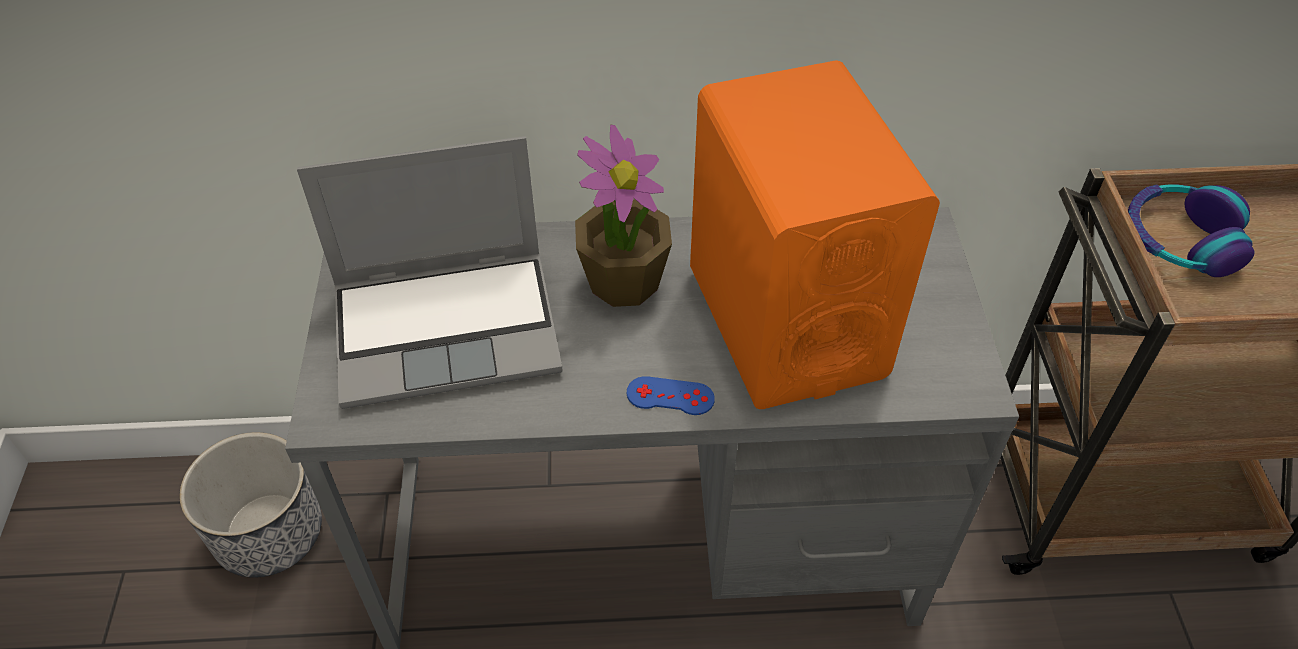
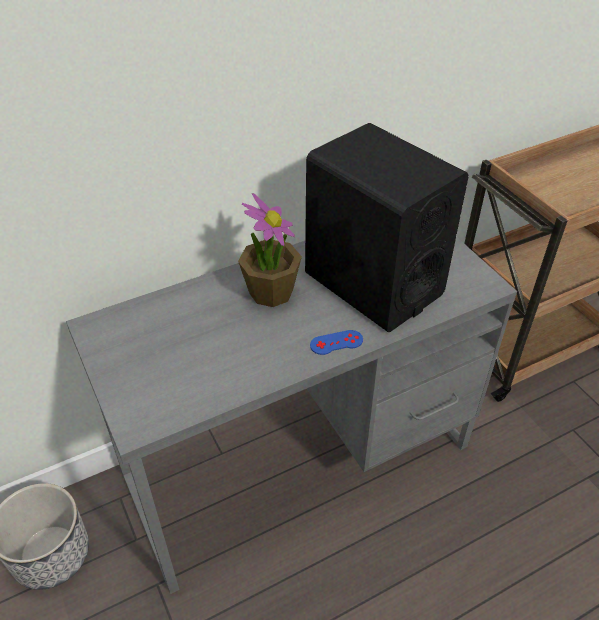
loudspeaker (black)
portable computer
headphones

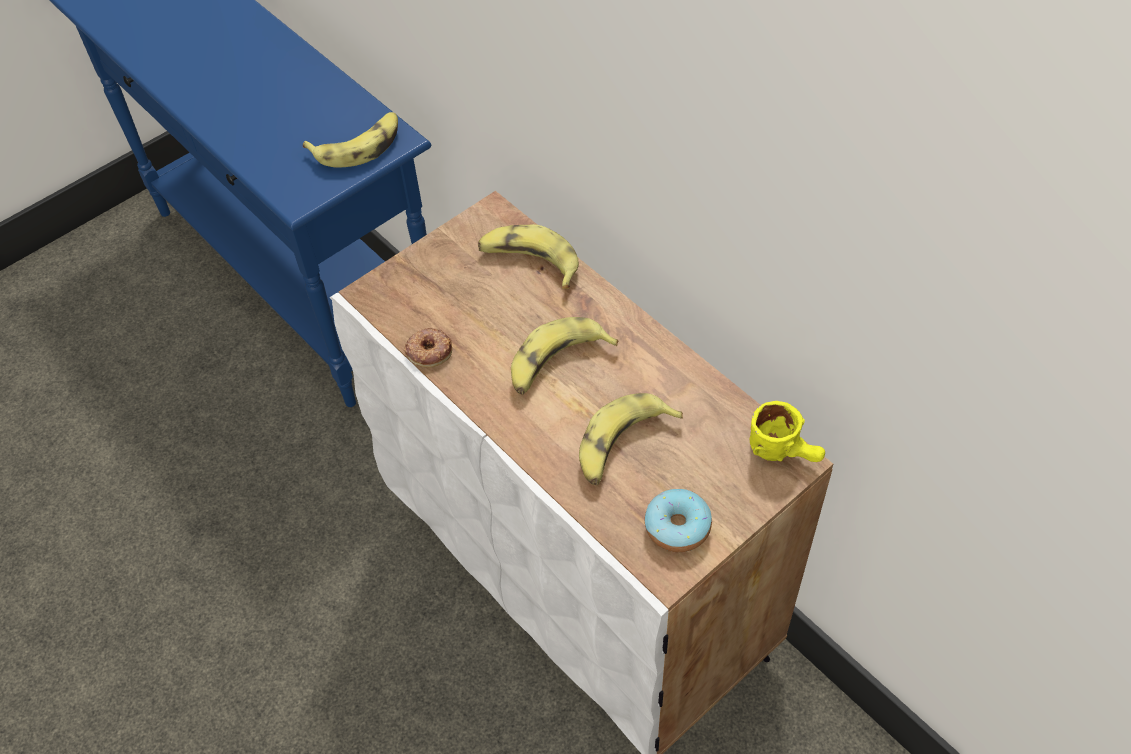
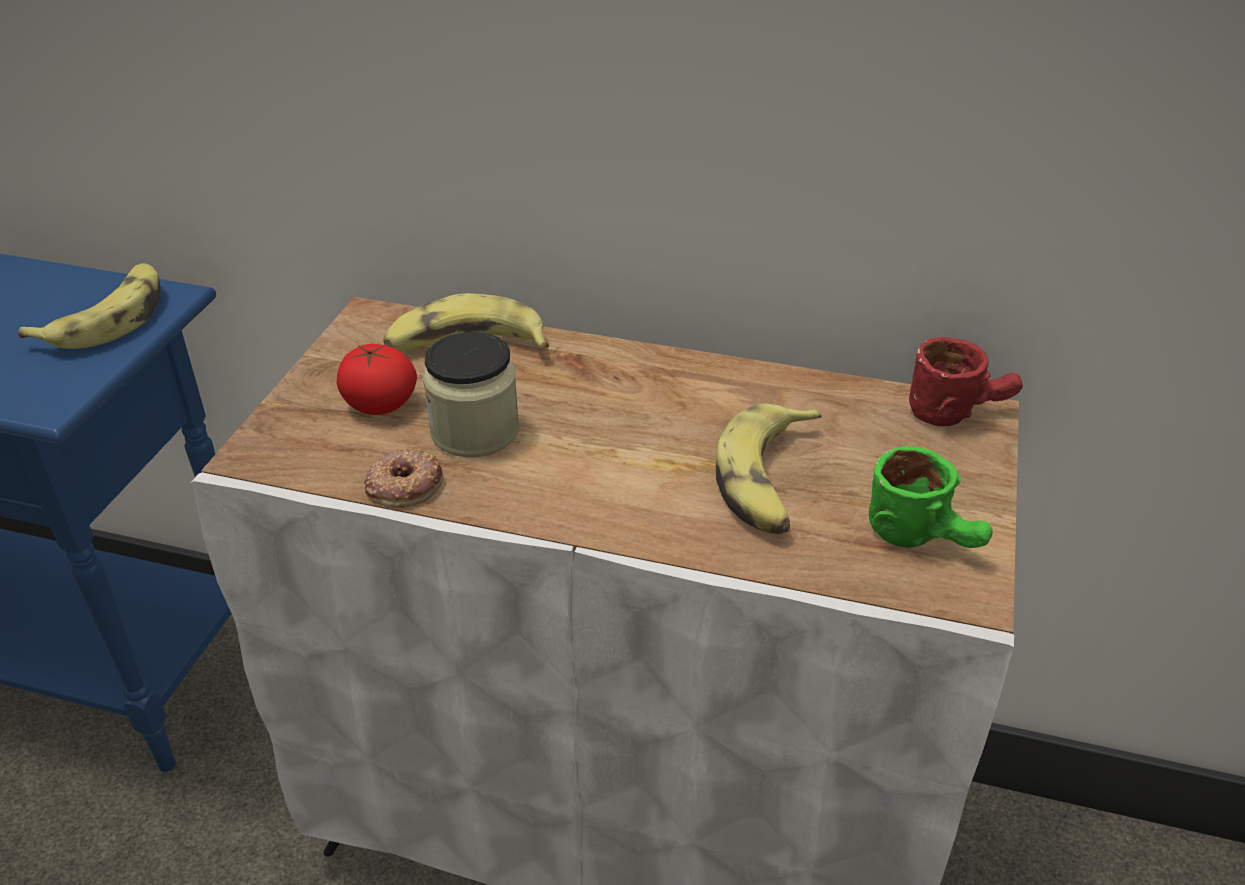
whole banana (3rd from left in the first image)
coffee mug (red)
coffee mug (green)
jar
whole tomato

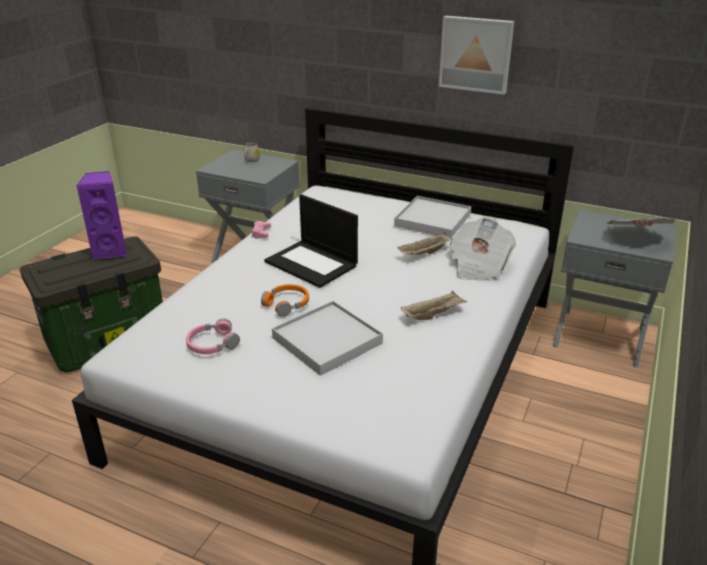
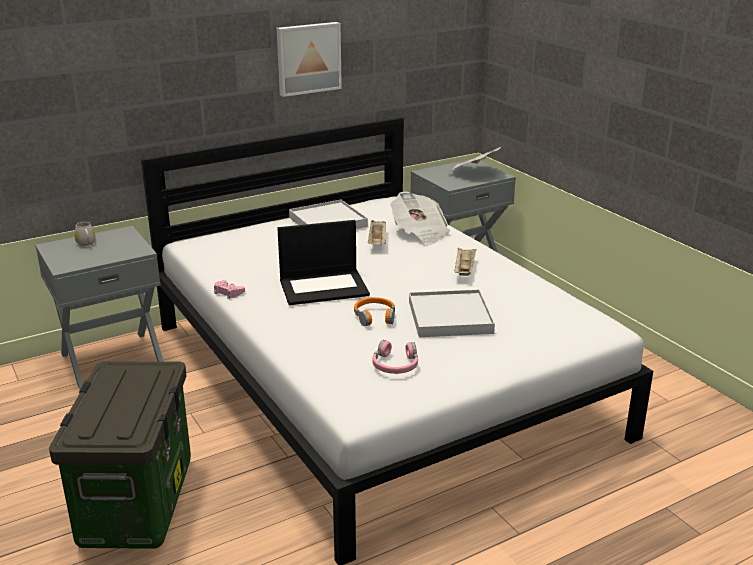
loudspeaker (purple)

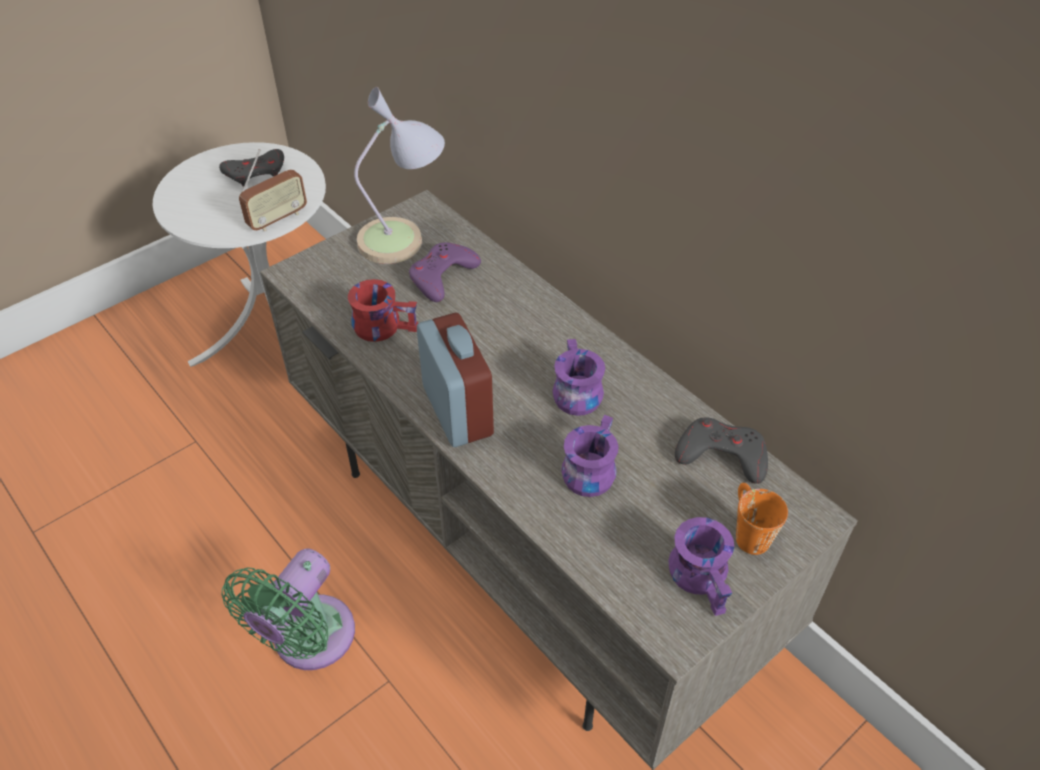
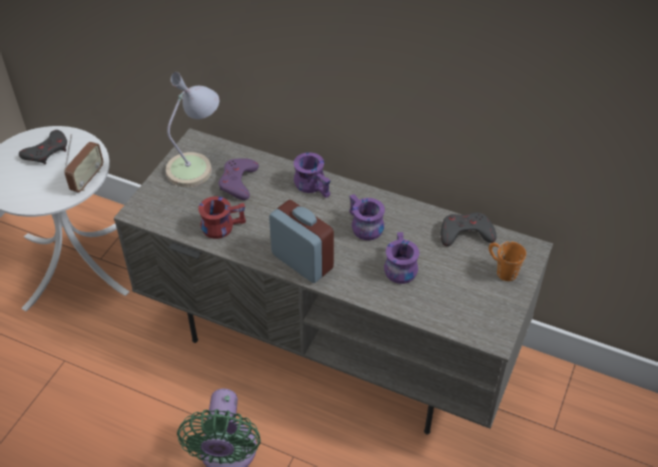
coffee mug (purple) (1st from left)

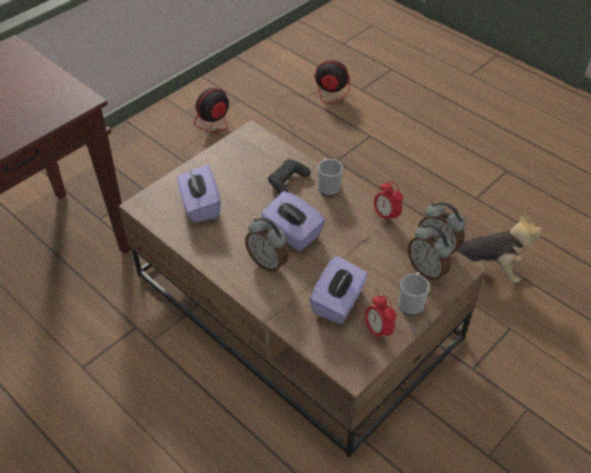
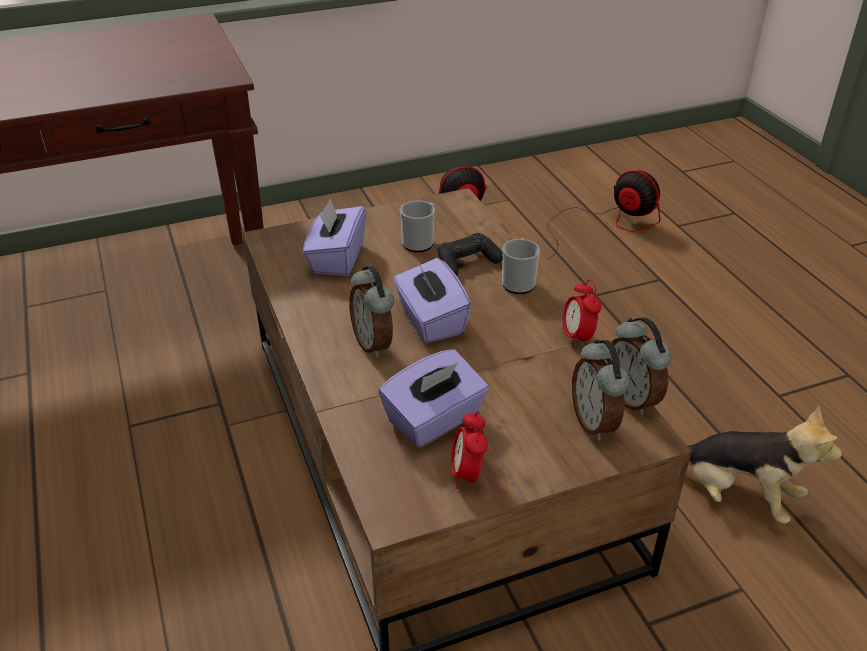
coffee mug (1st from left)

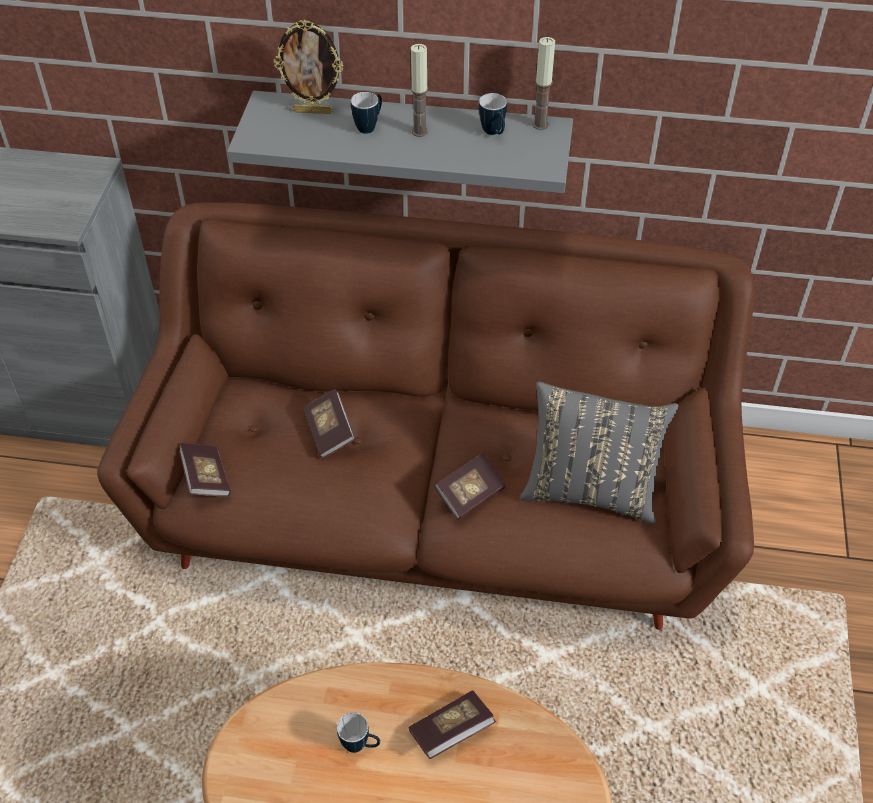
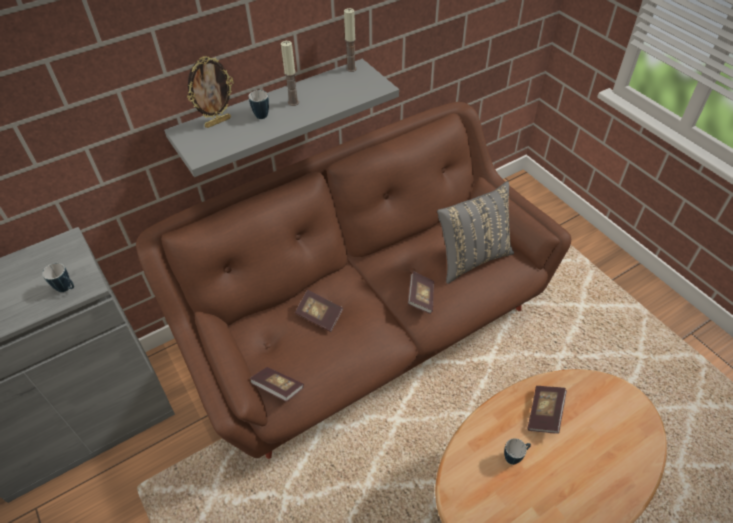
coffee mug (1st from left)

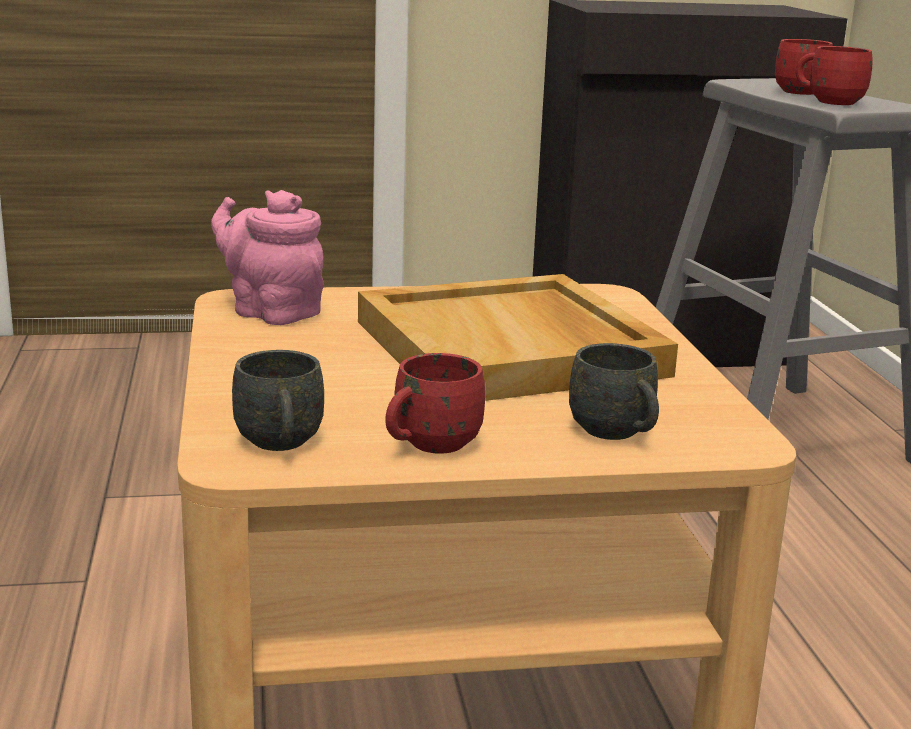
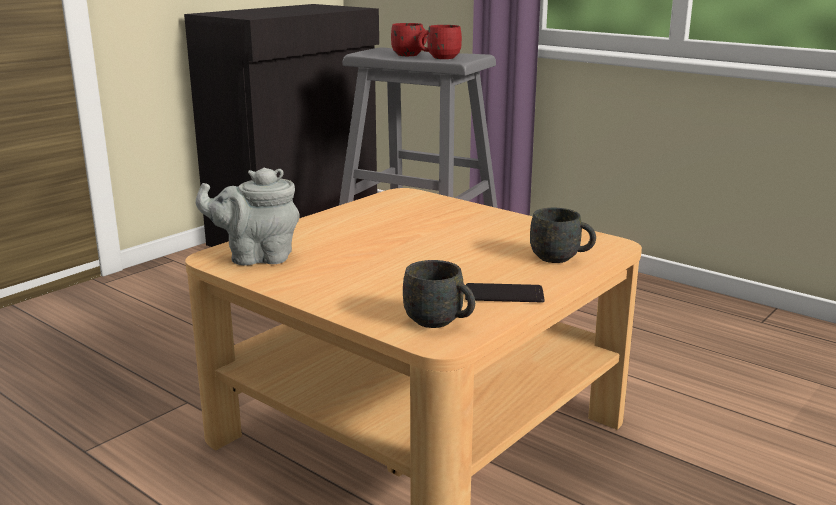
teapot (gray)
serving tray (beige-coloured)
telephone

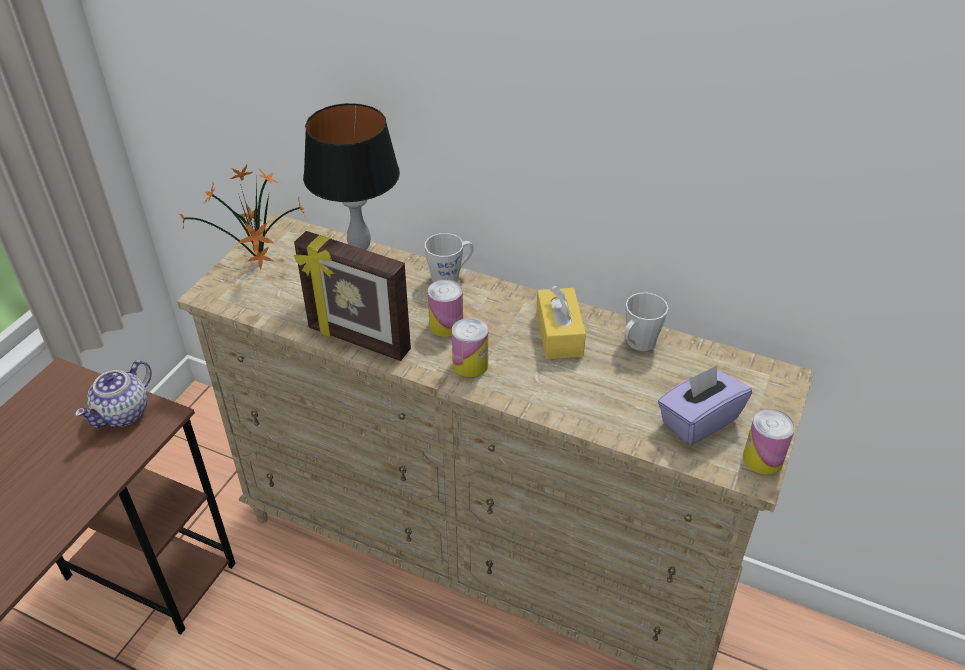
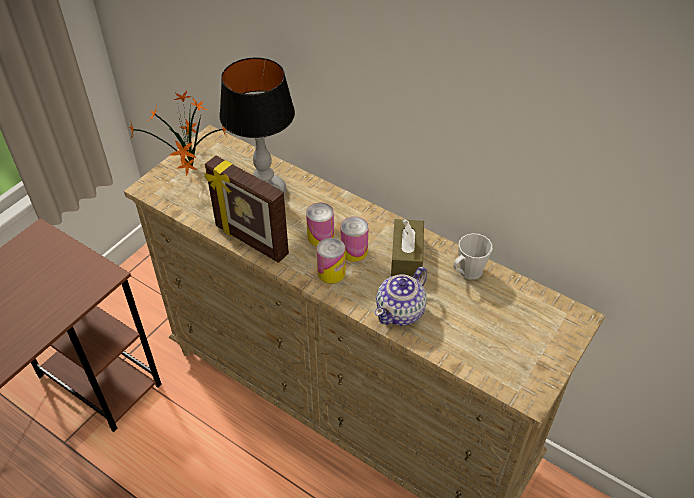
coffee mug (gray) (1st from left in the first image)
tissue box (brown-coloured)
teapot
tissue box (purple)
sealed can (3rd from left)

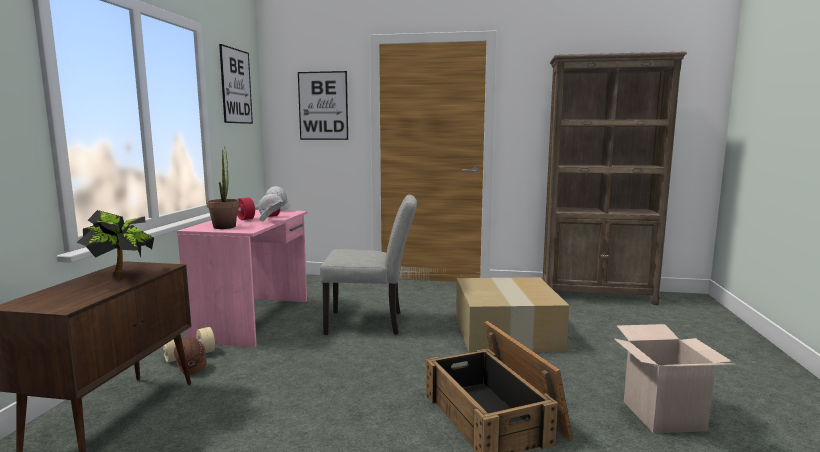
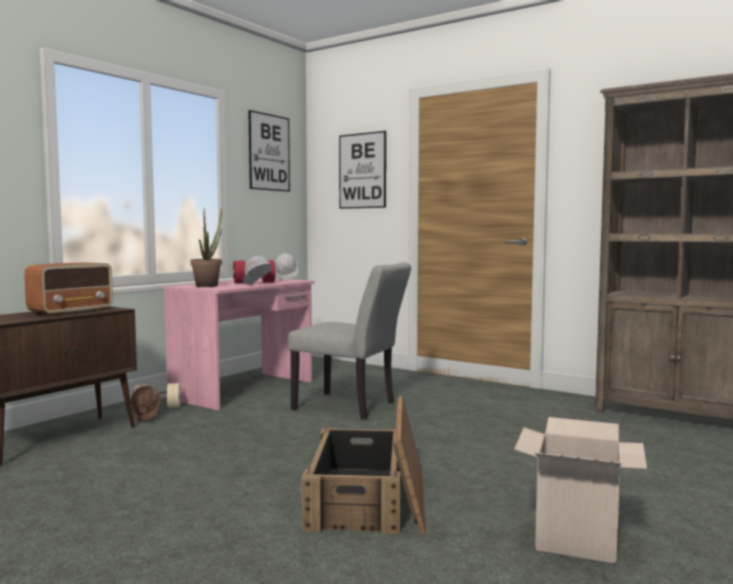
radio
cardboard box (1st from left in the first image)

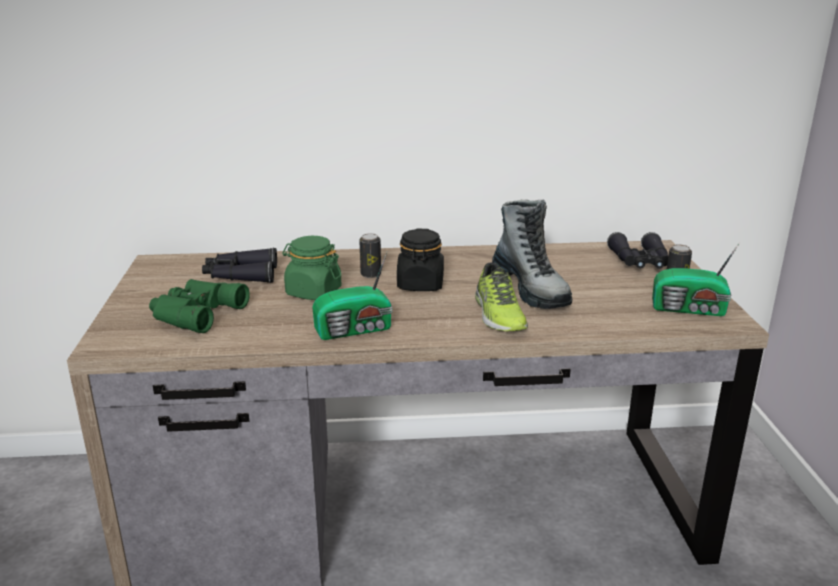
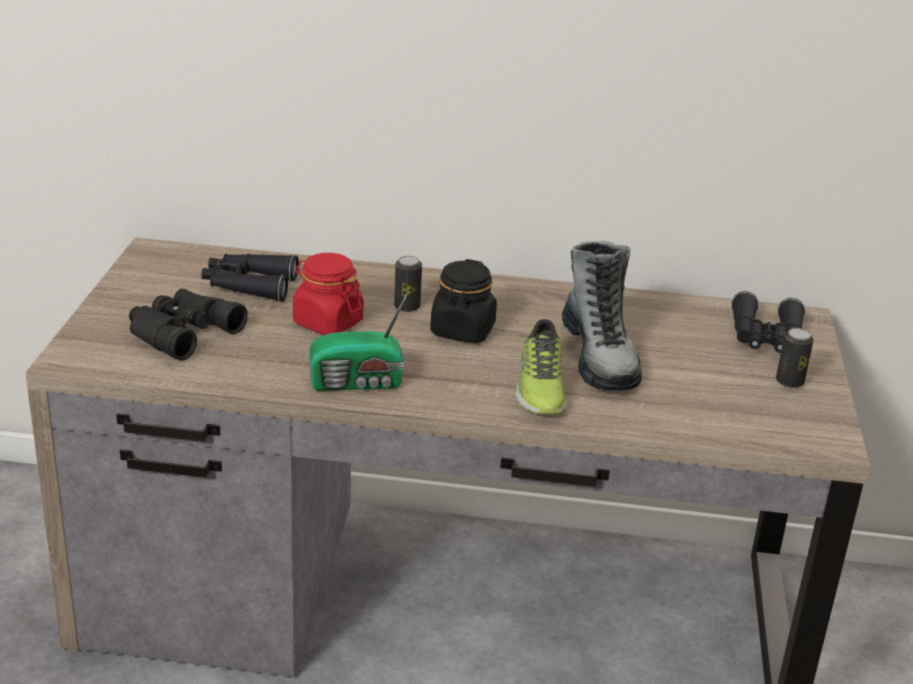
jar (red)
radio (2nd from left in the first image)
binoculars (black) (1st from left)

